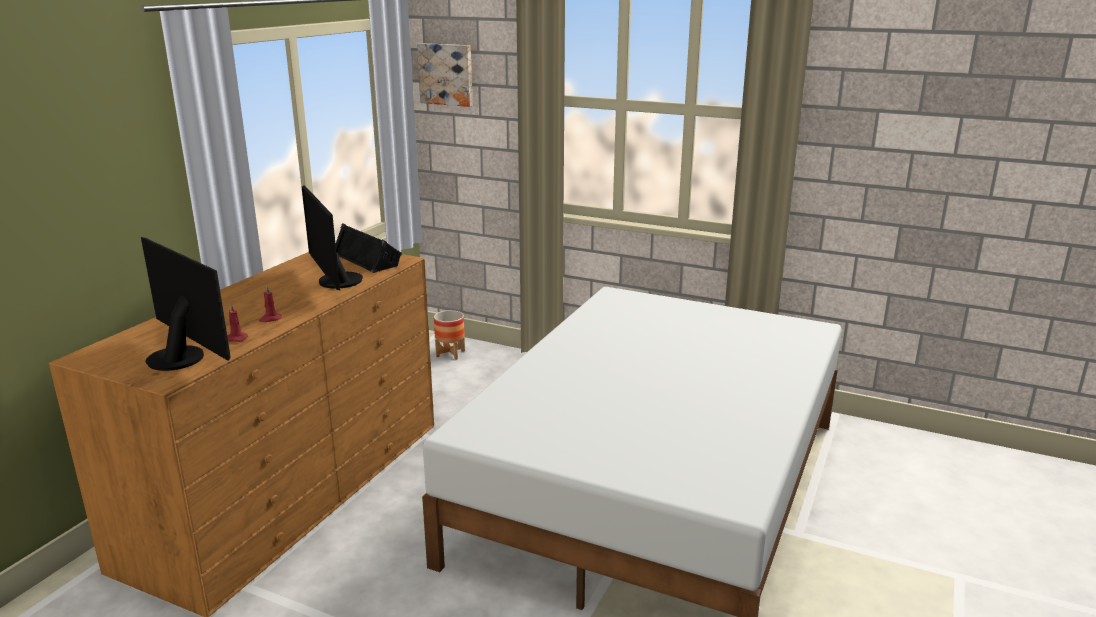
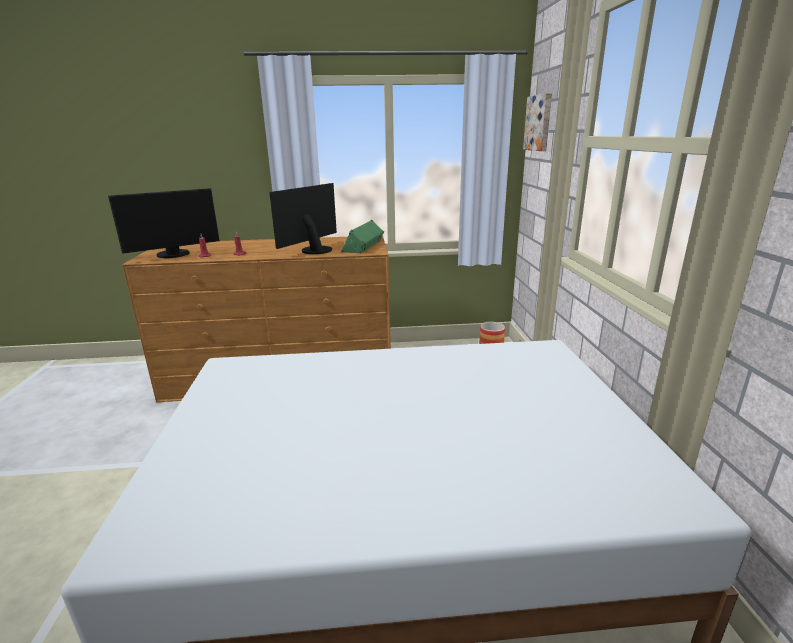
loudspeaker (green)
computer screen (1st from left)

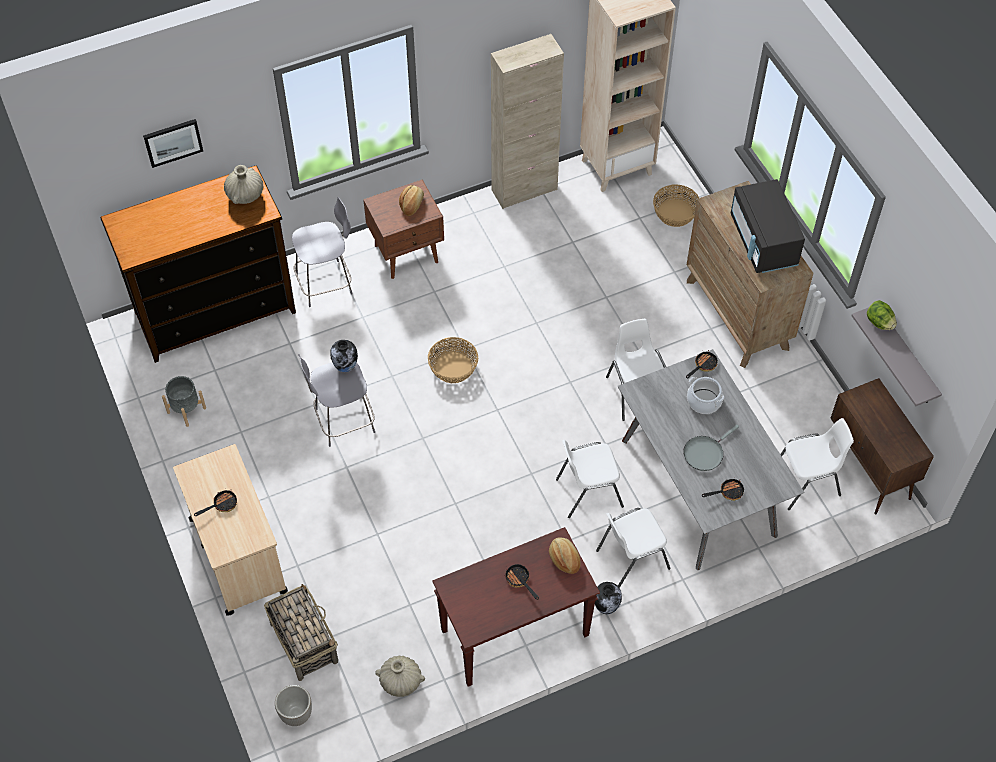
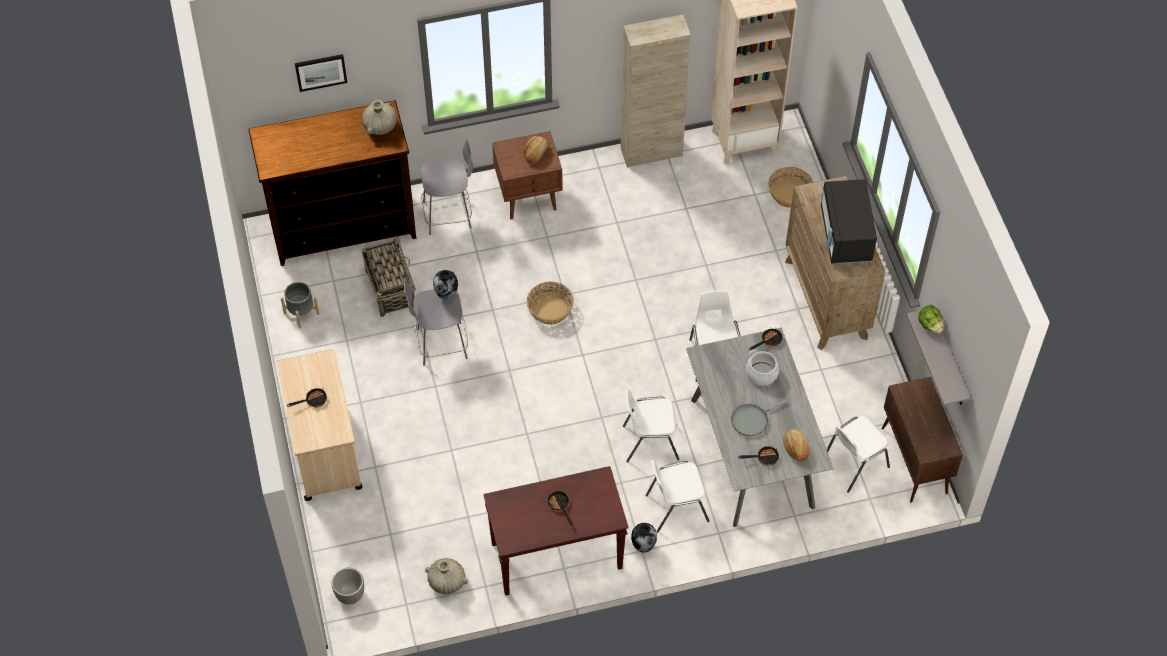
plain chair (white-coloured) (4th from left)
bread (2nd from left)
household basket (1st from left)

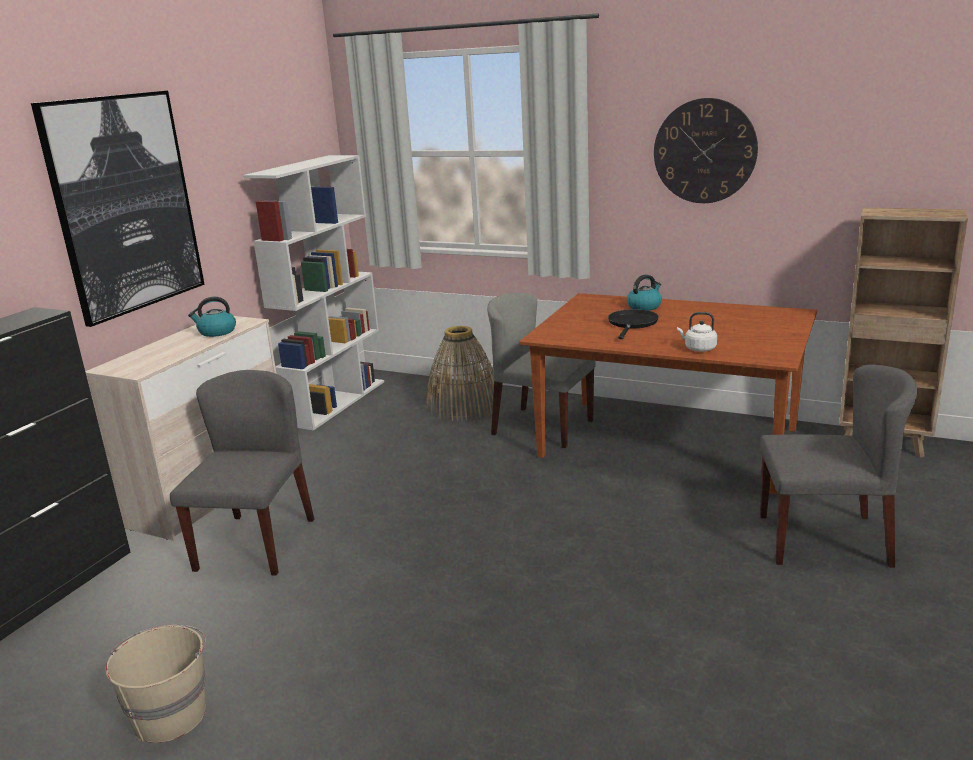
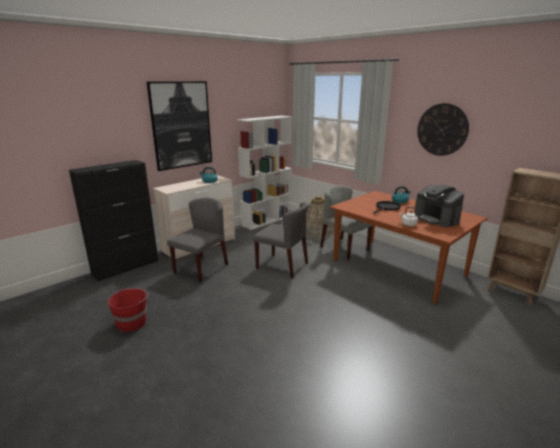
plain chair (gray) (2nd from left)
bucket (red)
coffee brewer

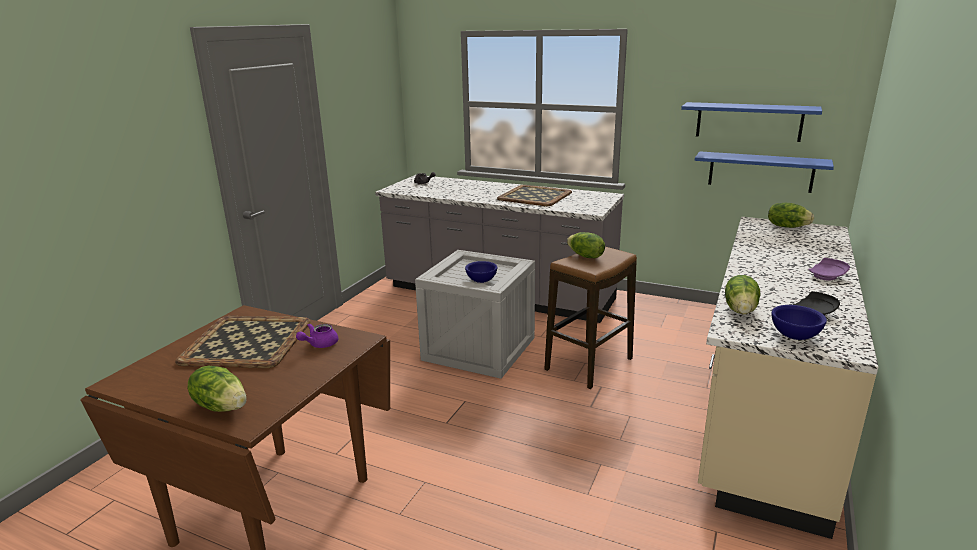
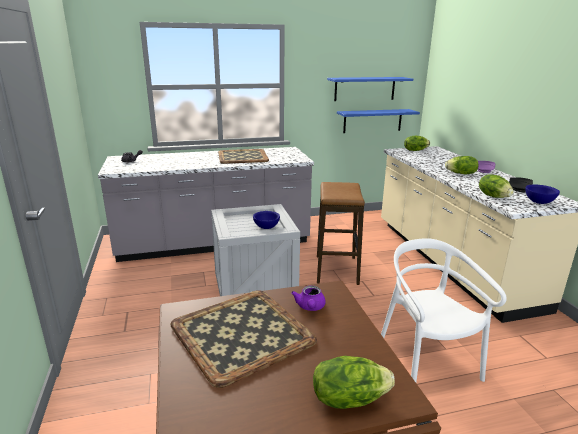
head of lettuce (3rd from left)
plain chair (white-coloured)

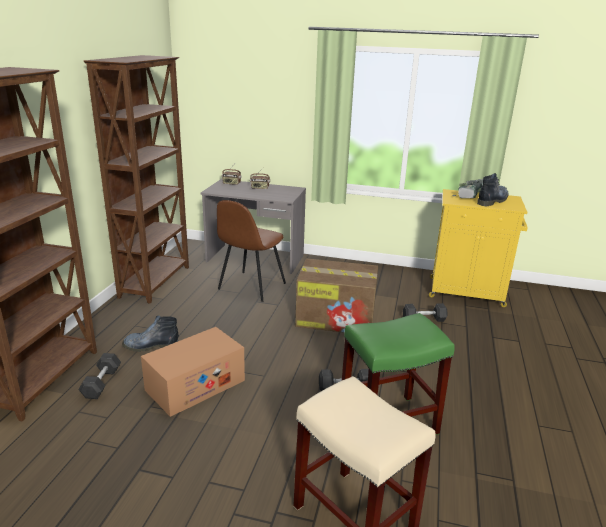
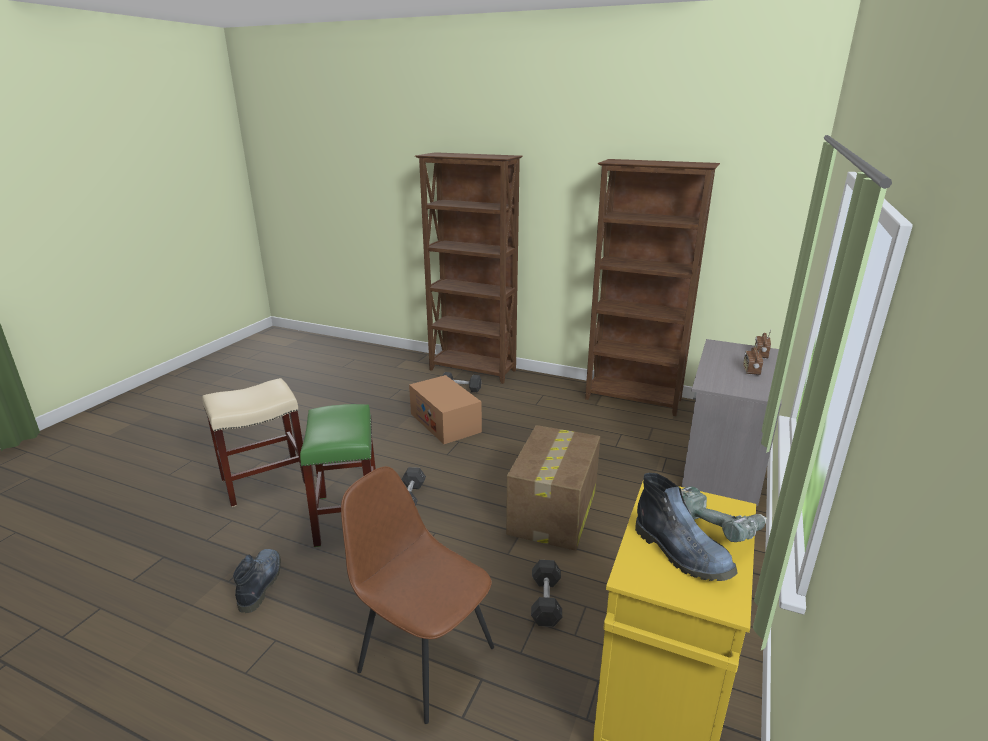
plain chair (brown-coloured)
boot (1st from left)

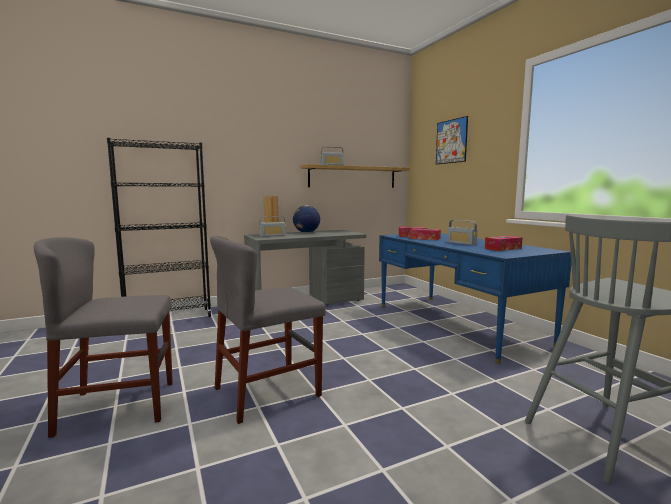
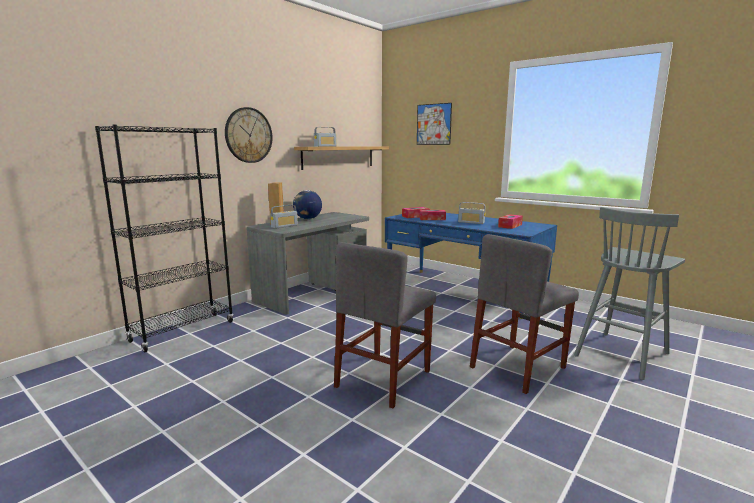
plain chair (gray) (2nd from left)
clock on the wall

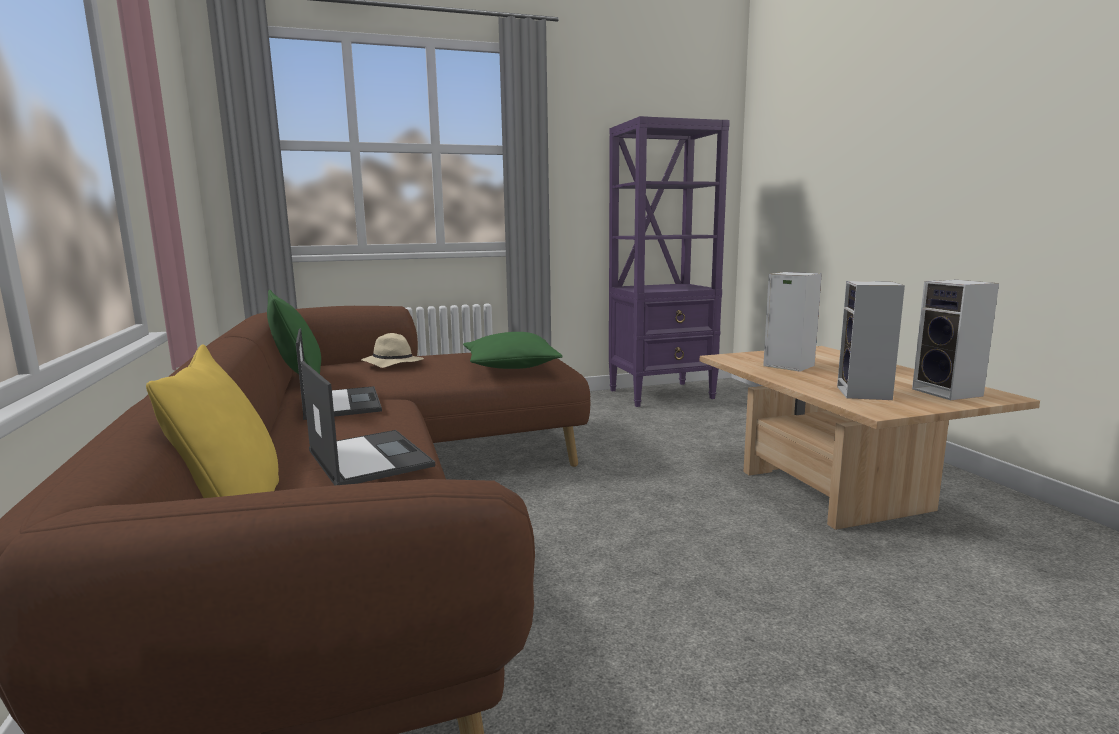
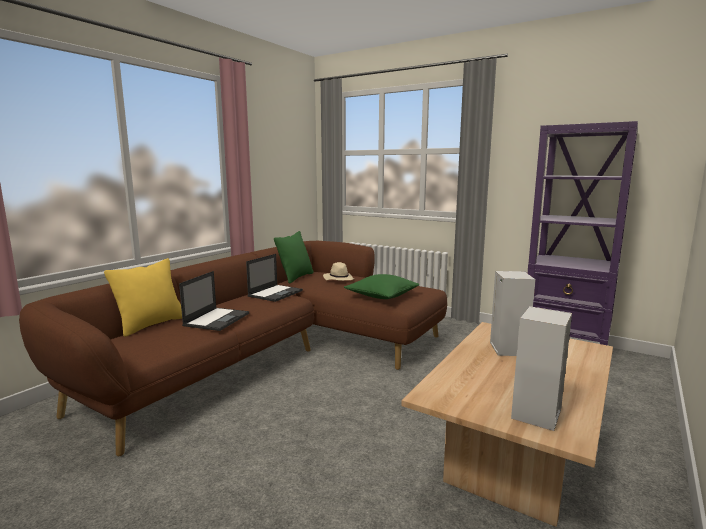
loudspeaker (2nd from left in the first image)

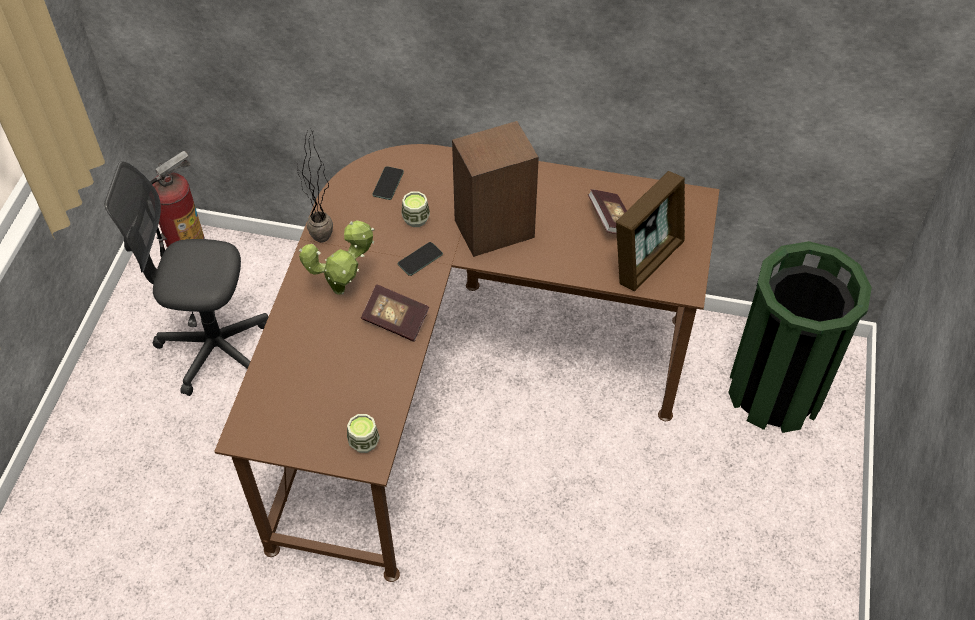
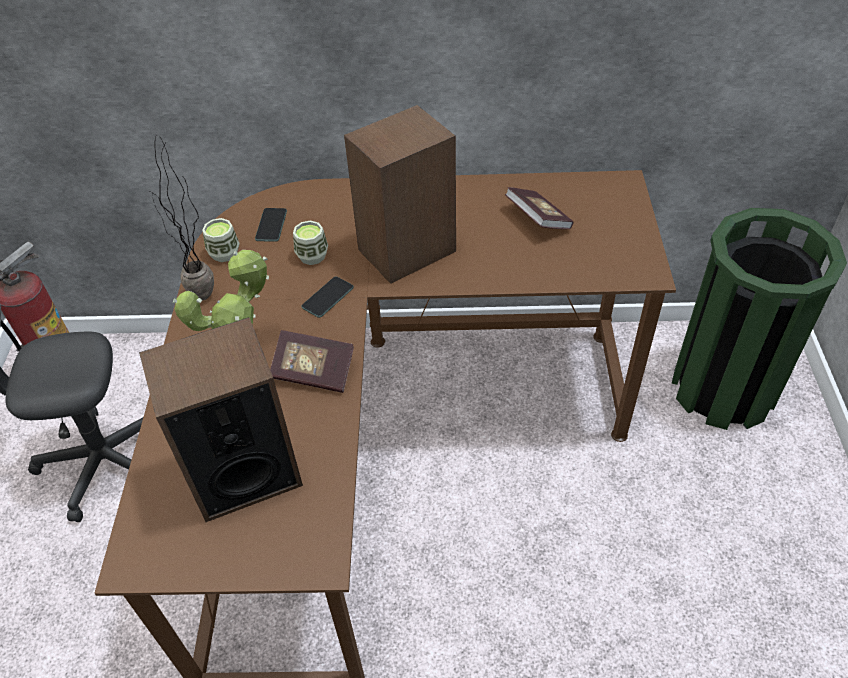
standing frame
cup (1st from left)
loudspeaker (1st from left)

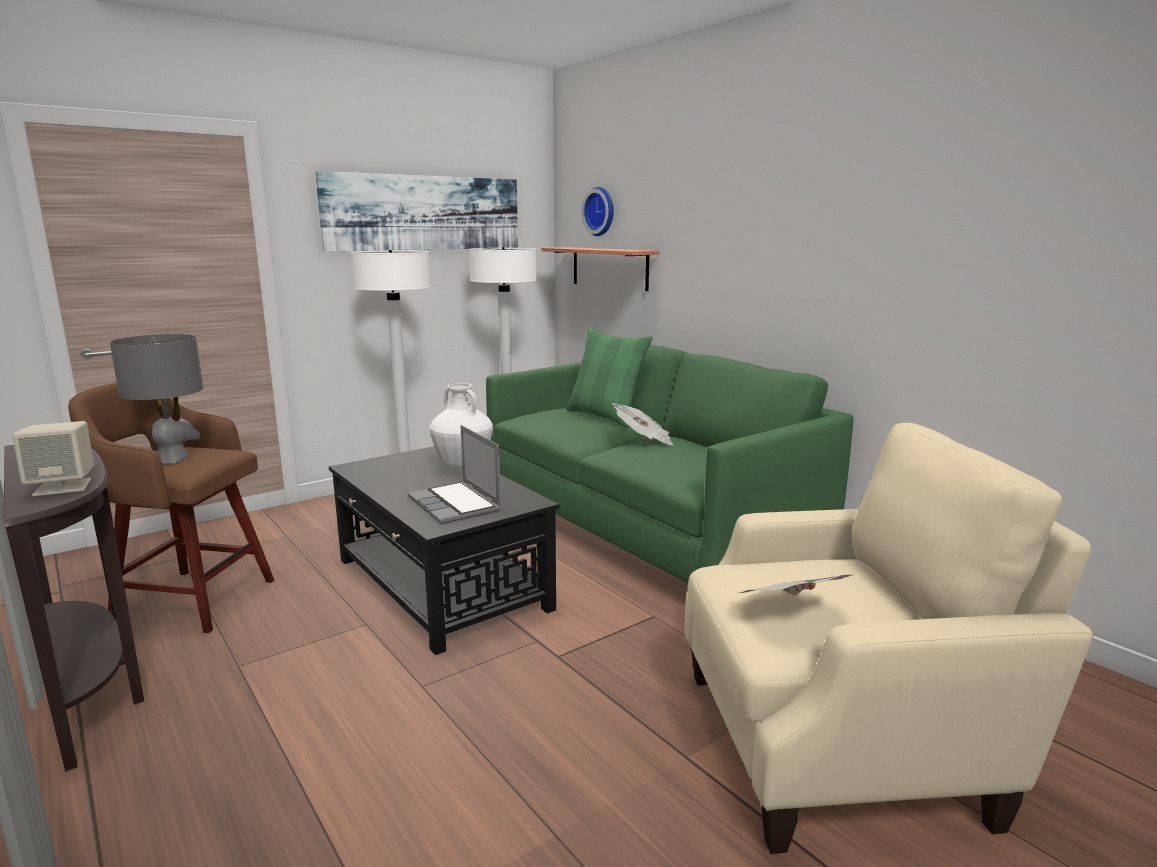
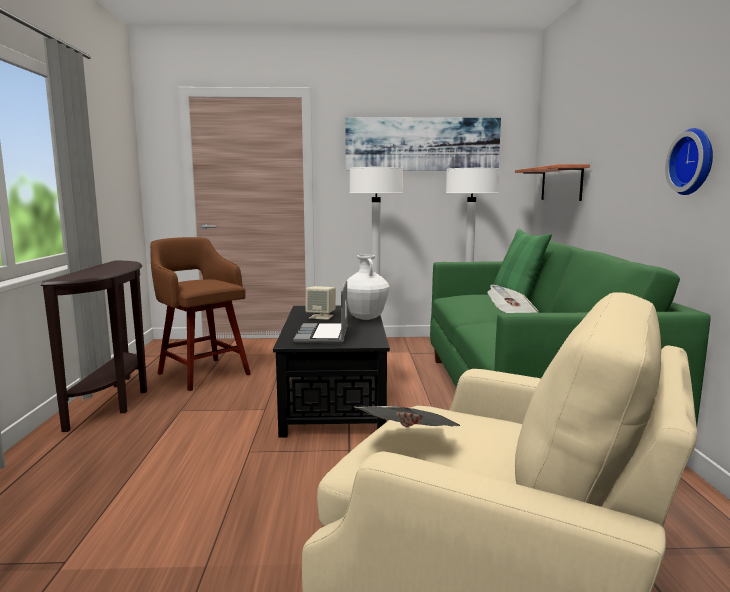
clock on the wall
tabletop lamp (gray)
loudspeaker (beige-coloured)

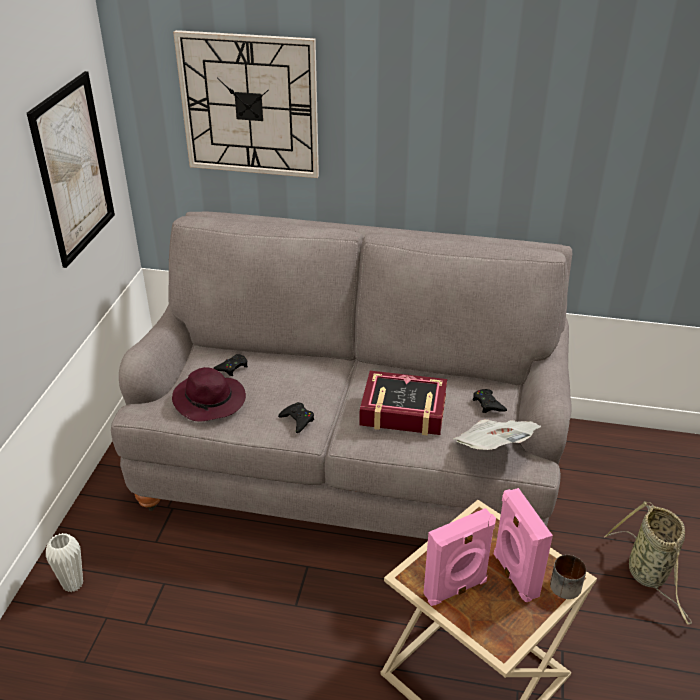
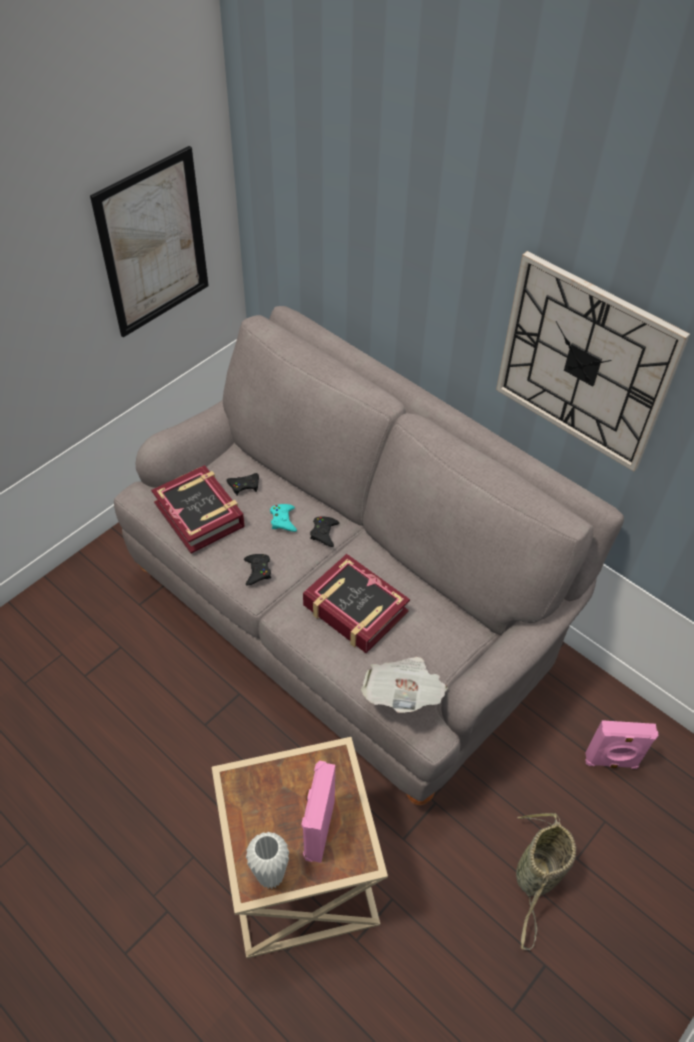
clock on the wall
volume (1st from left)
gamepad (black) (3rd from left)
loudspeaker (pink) (2nd from left)
flower vase (white-coloured)
coffee mug
gamepad (turquoise-coloured)

